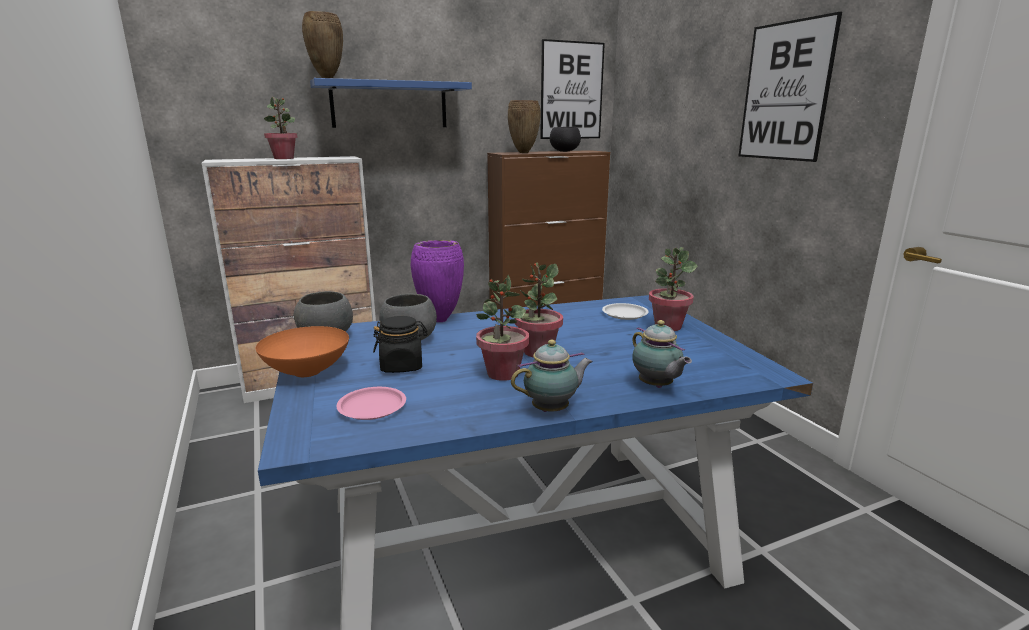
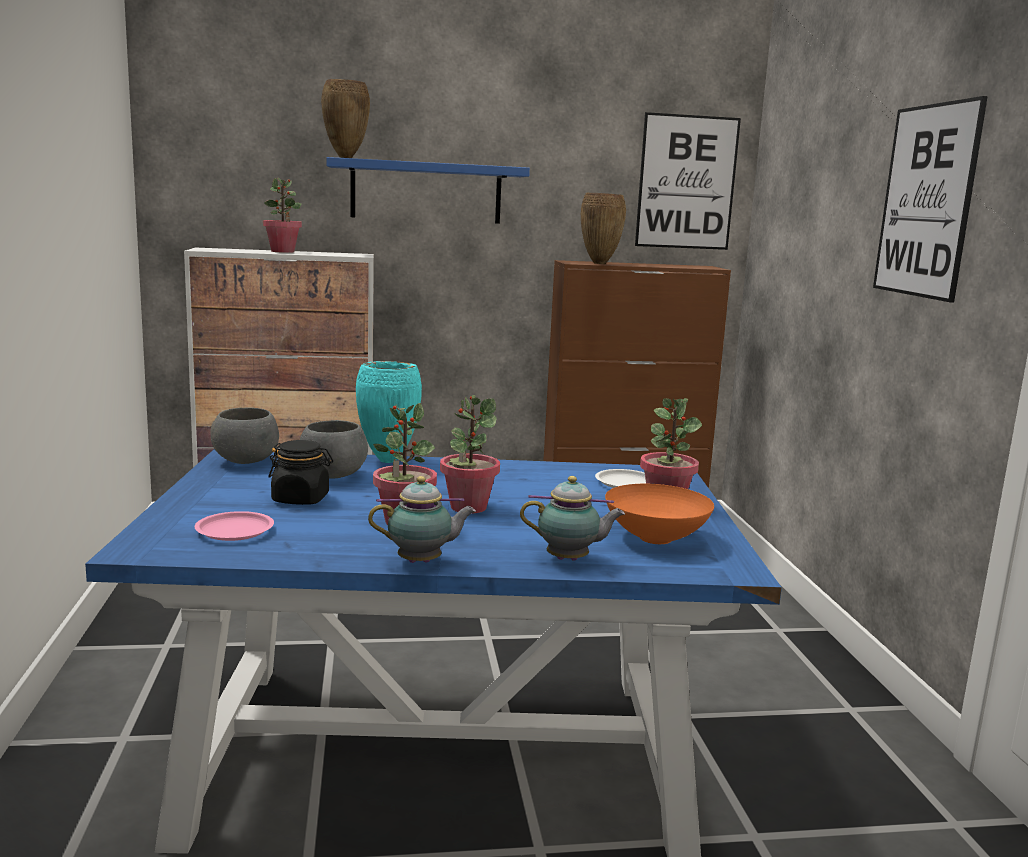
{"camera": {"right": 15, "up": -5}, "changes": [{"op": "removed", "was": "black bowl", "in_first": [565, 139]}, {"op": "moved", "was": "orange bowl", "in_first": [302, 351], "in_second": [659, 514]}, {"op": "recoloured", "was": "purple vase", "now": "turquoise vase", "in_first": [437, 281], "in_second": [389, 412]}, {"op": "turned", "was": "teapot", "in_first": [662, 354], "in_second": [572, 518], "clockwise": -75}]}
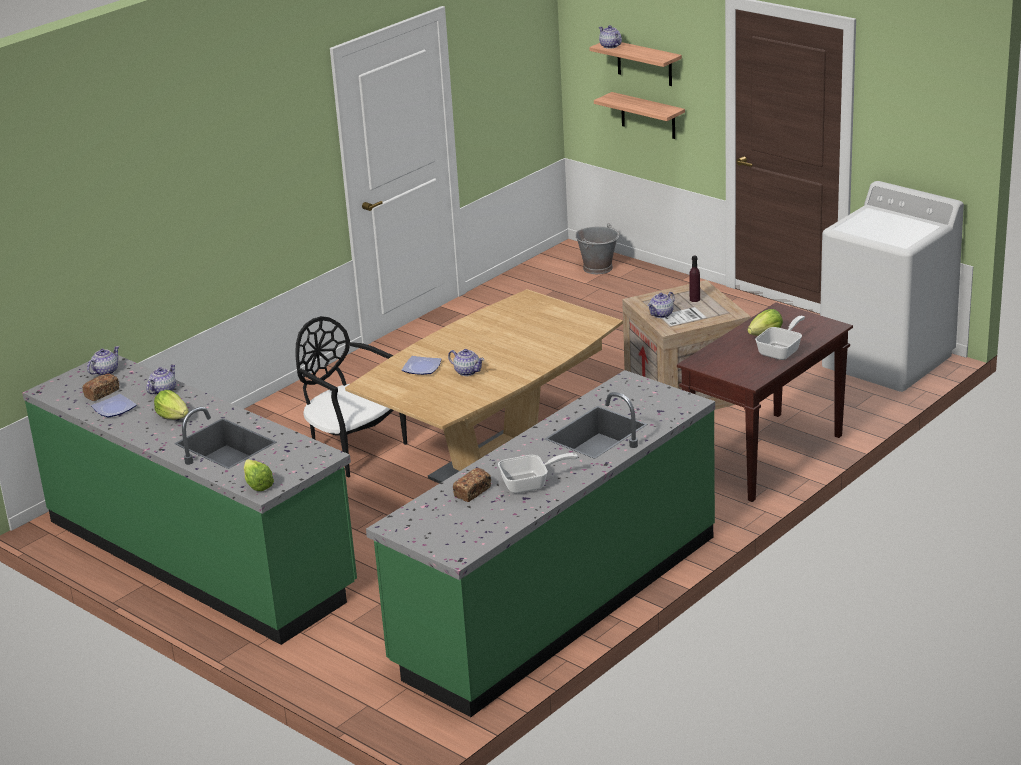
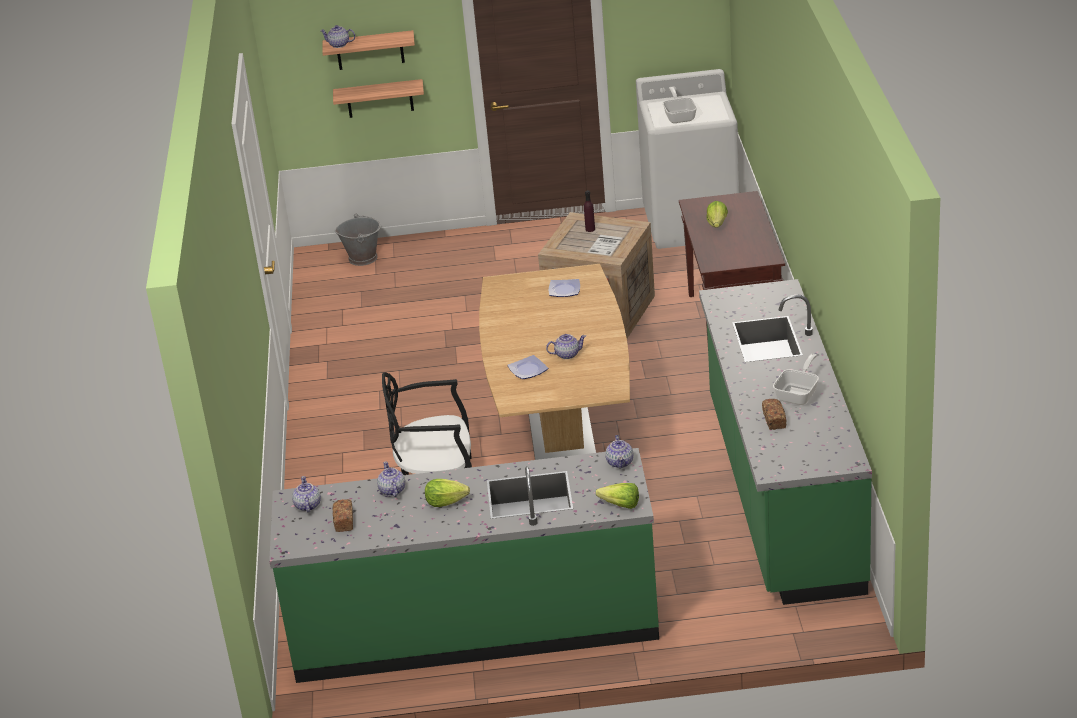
{"camera": {"right": -45, "up": 5}, "changes": [{"op": "moved", "was": "plate", "in_first": [114, 405], "in_second": [564, 288]}, {"op": "moved", "was": "teapot", "in_first": [661, 305], "in_second": [619, 452]}, {"op": "moved", "was": "frying pan", "in_first": [780, 338], "in_second": [680, 105]}]}
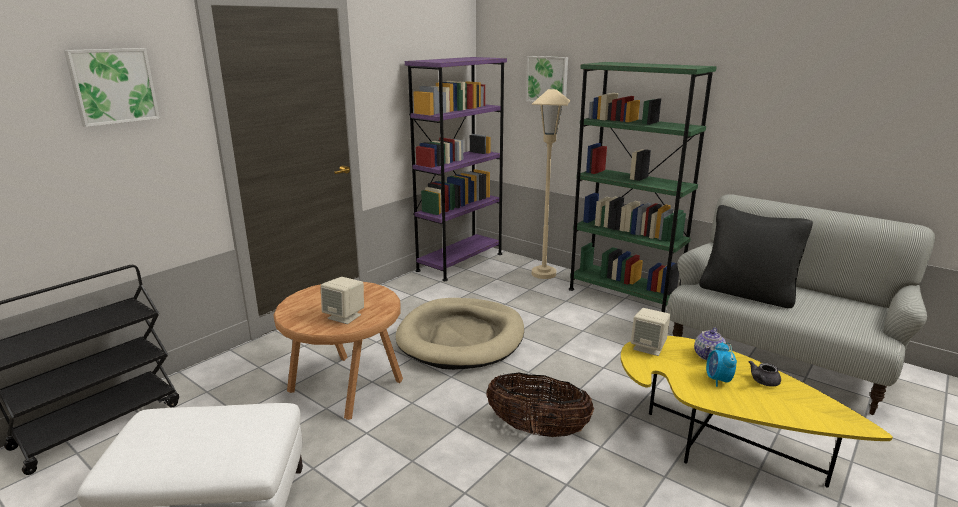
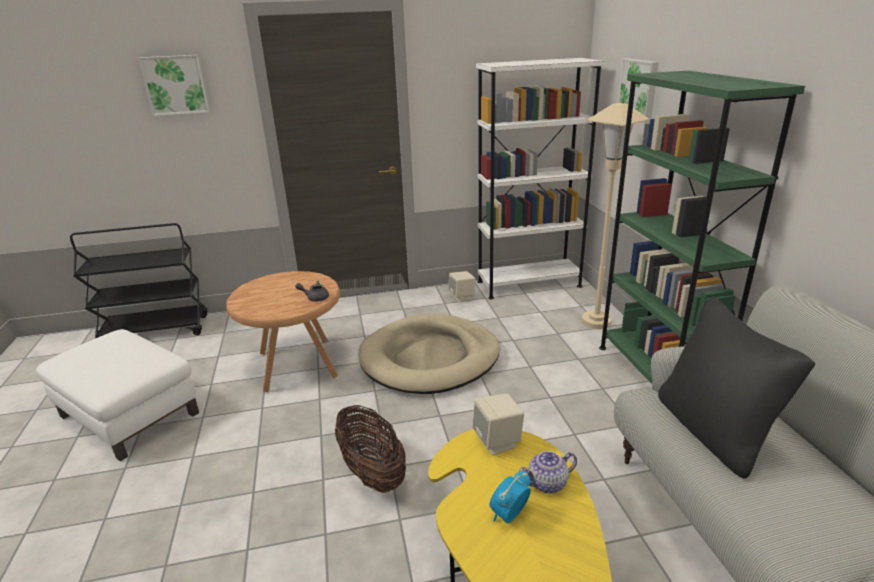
{"camera": {"right": 40, "up": 5}, "changes": [{"op": "moved", "was": "beige speaker", "in_first": [342, 300], "in_second": [462, 286]}, {"op": "moved", "was": "grey teapot", "in_first": [765, 373], "in_second": [312, 291]}, {"op": "recoloured", "was": "purple bookcase", "now": "white bookcase", "in_first": [456, 169], "in_second": [540, 179]}]}
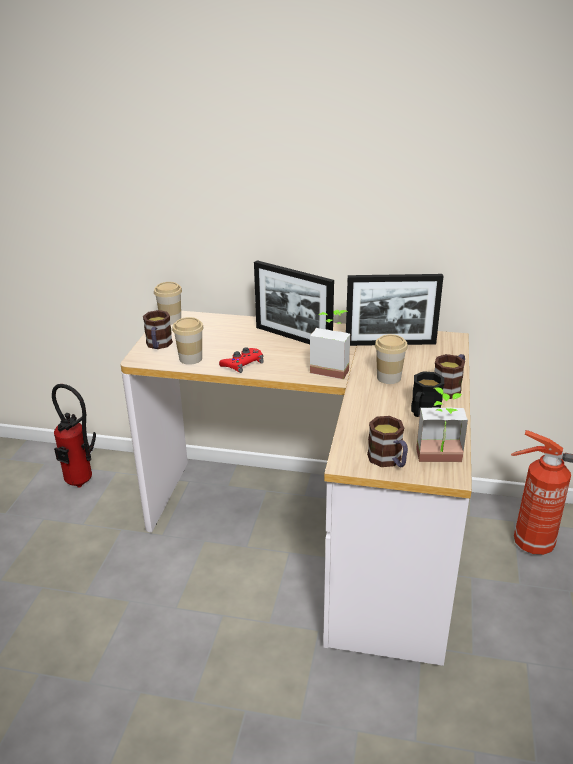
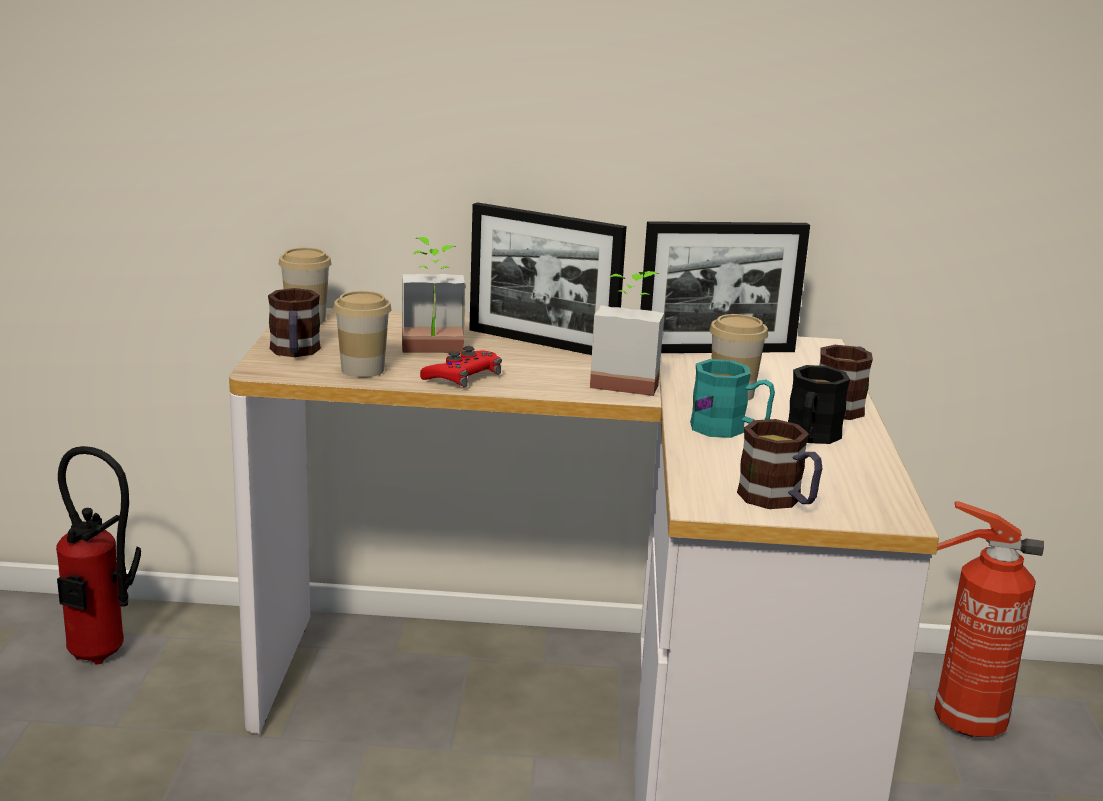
{"camera": {"right": -10, "up": -10}, "changes": [{"op": "added", "now": "turquoise mug", "in_second": [732, 398]}, {"op": "moved", "was": "potted plant", "in_first": [442, 424], "in_second": [433, 295]}]}
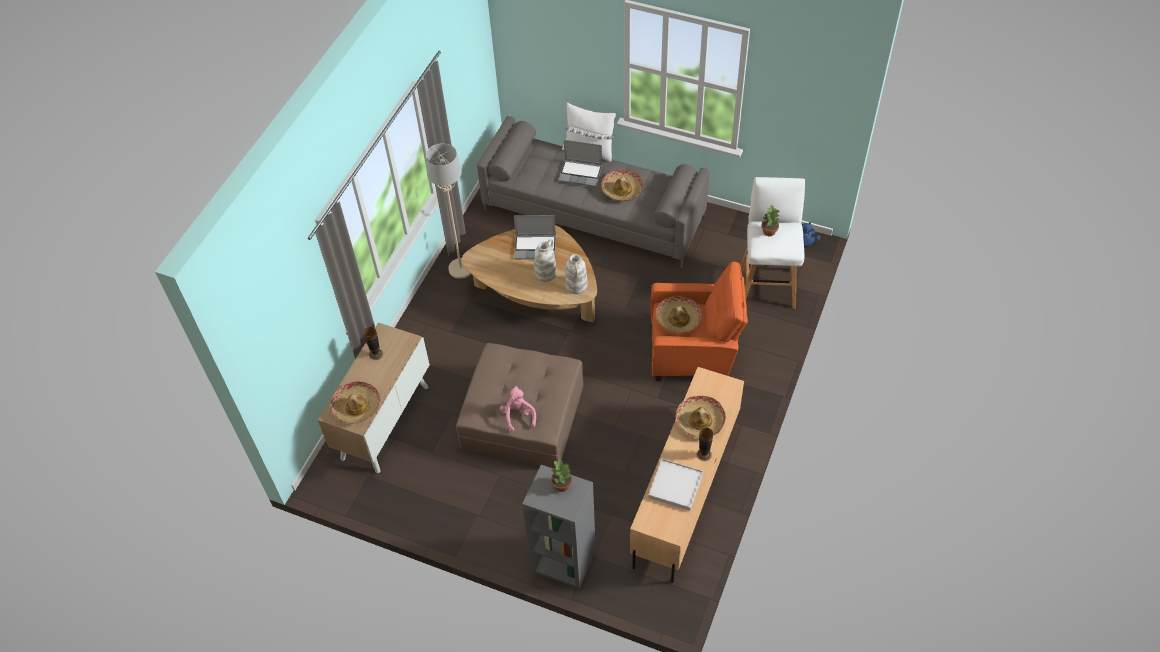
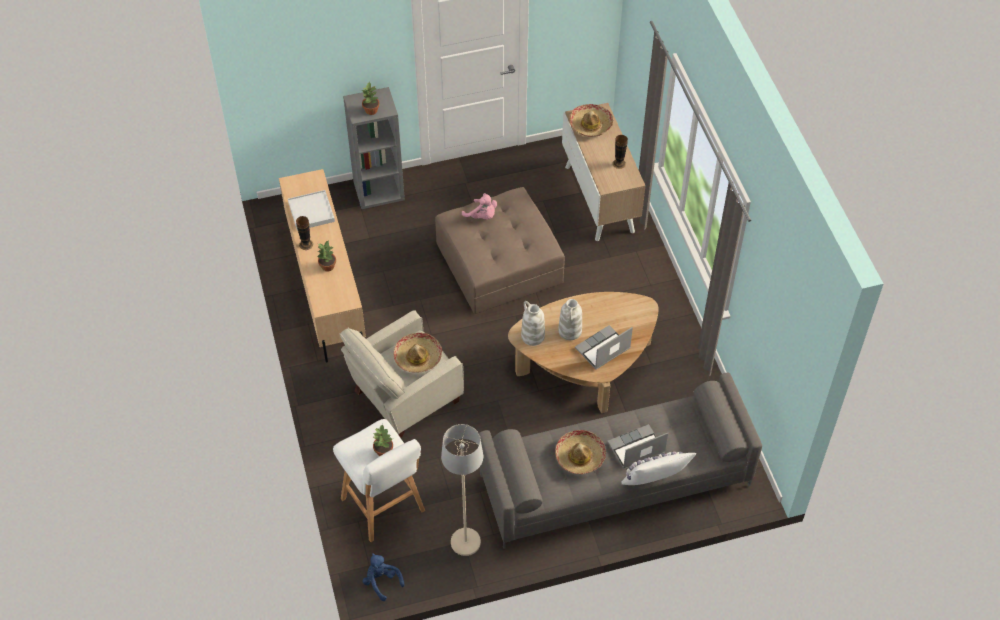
{"camera": {"right": 140, "up": 0}, "changes": [{"op": "moved", "was": "beige floor lamp", "in_first": [448, 211], "in_second": [462, 490]}, {"op": "replaced", "was": "hat", "now": "potted plant", "in_first": [701, 416], "in_second": [326, 256]}, {"op": "recoloured", "was": "orange armchair", "now": "beige armchair", "in_first": [699, 321], "in_second": [401, 374]}]}
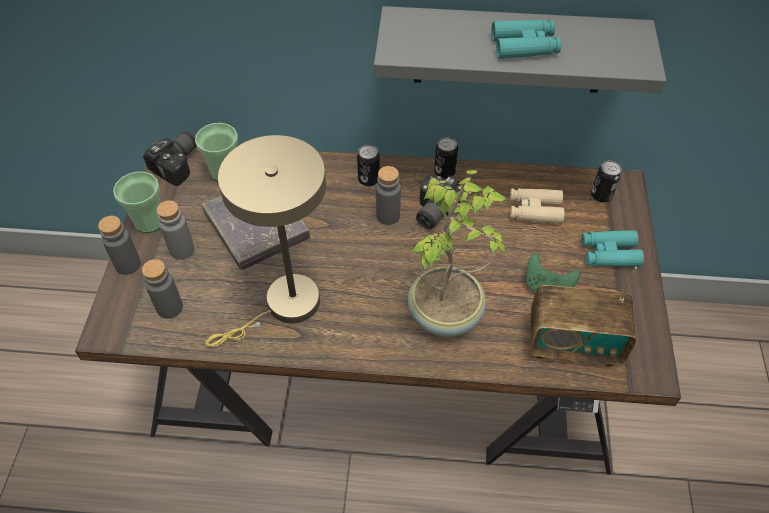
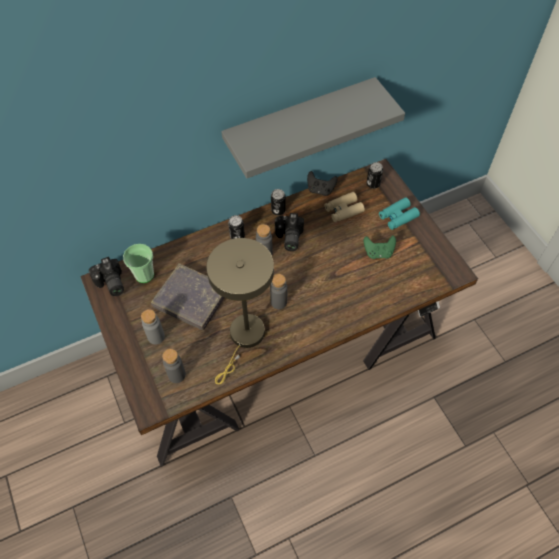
{"camera": {"right": -30, "up": 5}, "changes": [{"op": "removed", "was": "cup", "in_first": [137, 202]}, {"op": "removed", "was": "potted plant", "in_first": [458, 253]}, {"op": "removed", "was": "turquoise binoculars", "in_first": [526, 39]}, {"op": "removed", "was": "radio", "in_first": [584, 316]}, {"op": "added", "now": "black game controller", "in_second": [322, 183]}, {"op": "moved", "was": "grey bottle", "in_first": [119, 245], "in_second": [278, 291]}, {"op": "turned", "was": "photo camera", "in_first": [169, 159], "in_second": [106, 276], "clockwise": 150}]}
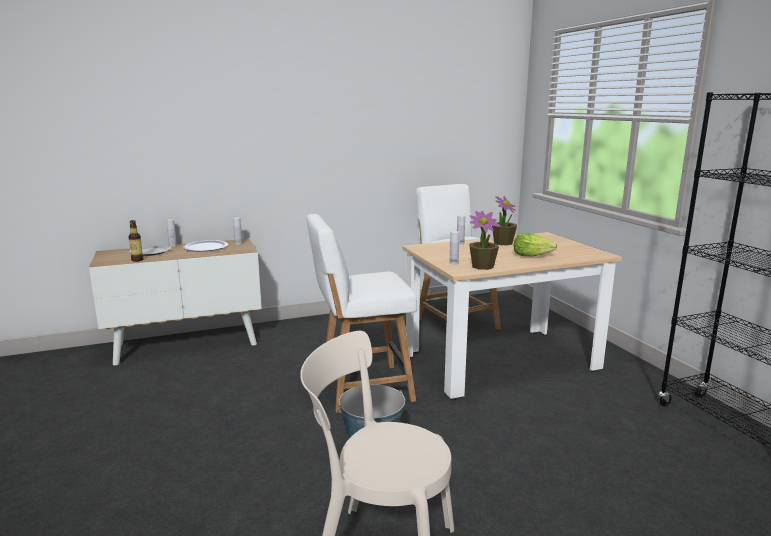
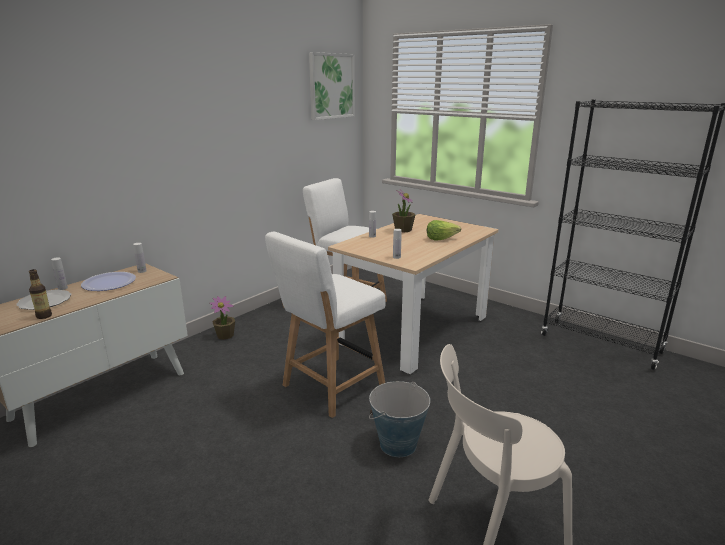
{"camera": {"right": -30, "up": 5}, "changes": [{"op": "added", "now": "picture", "in_second": [332, 86]}, {"op": "moved", "was": "potted plant", "in_first": [484, 240], "in_second": [222, 318]}]}
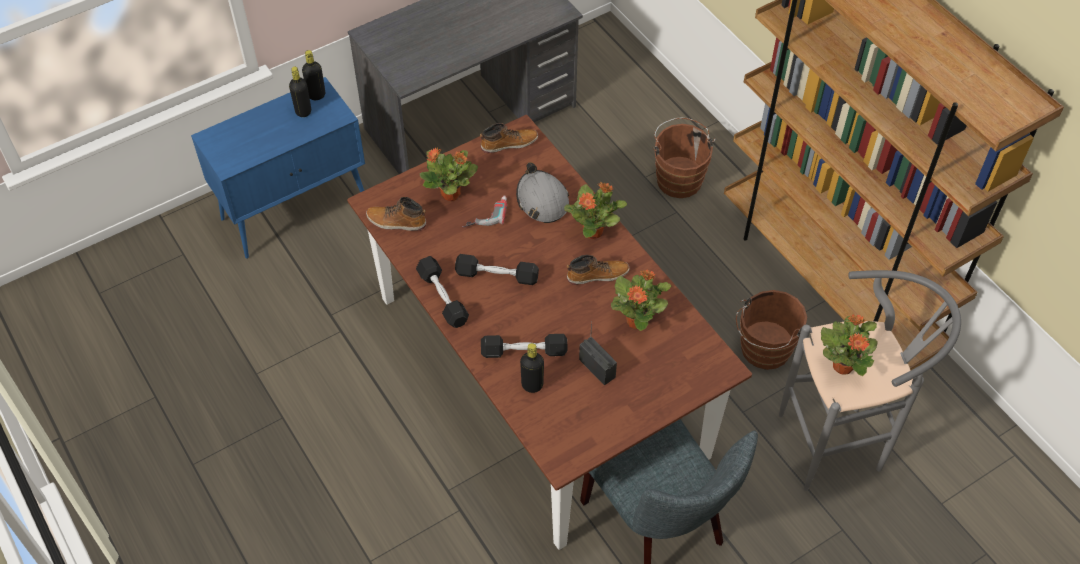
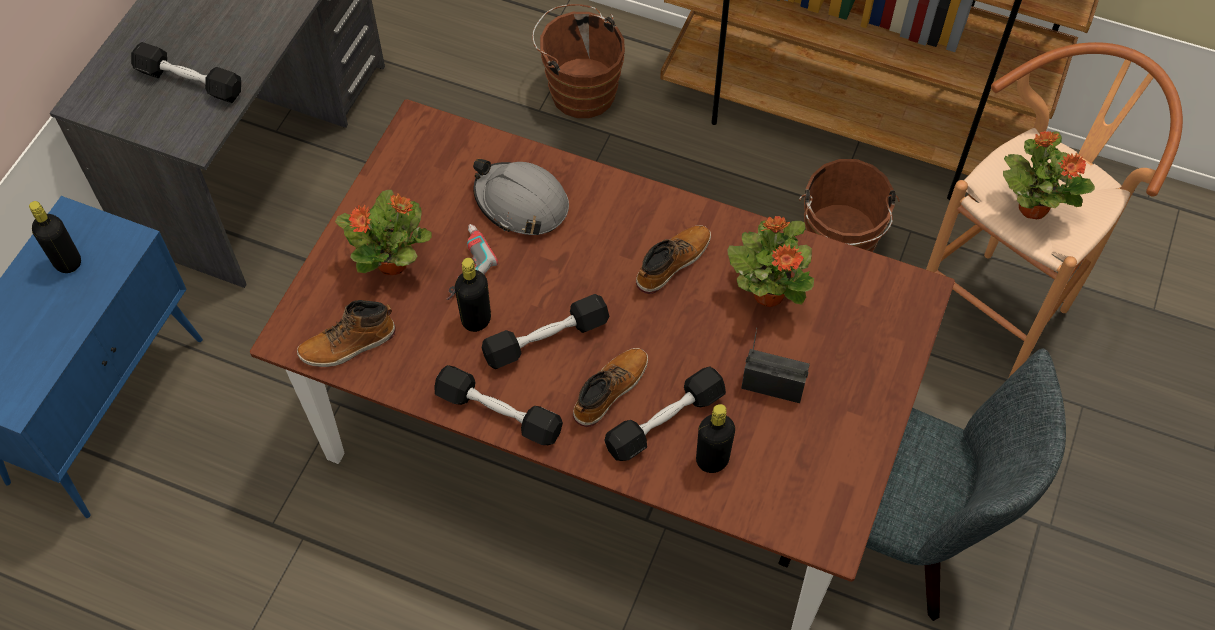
{"camera": {"right": -35, "up": 5}, "changes": [{"op": "removed", "was": "potted plant", "in_first": [595, 210]}, {"op": "added", "now": "black dumbbell", "in_second": [186, 72]}, {"op": "moved", "was": "black bottle", "in_first": [313, 75], "in_second": [473, 295]}, {"op": "moved", "was": "boot", "in_first": [509, 138], "in_second": [610, 387]}, {"op": "recoloured", "was": "grey stool", "now": "brown stool", "in_first": [870, 380], "in_second": [1054, 209]}]}
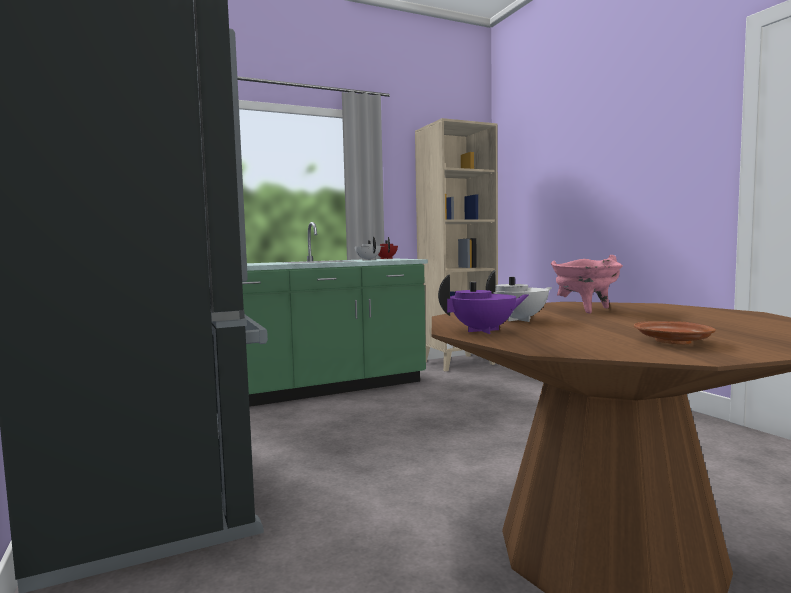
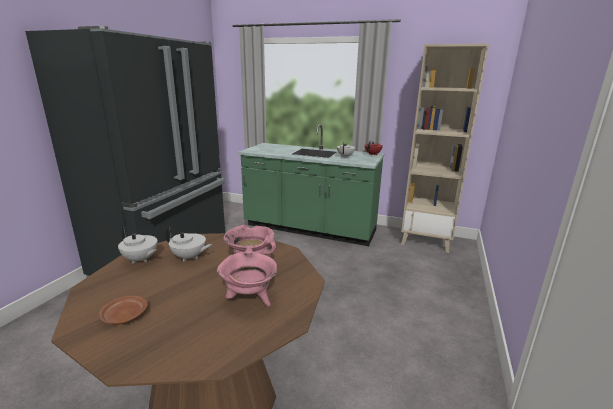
{"camera": {"right": 45, "up": 15}, "changes": [{"op": "added", "now": "pink cooking pot", "in_second": [247, 276]}, {"op": "recoloured", "was": "purple teapot", "now": "white teapot", "in_first": [483, 304], "in_second": [138, 245]}]}
